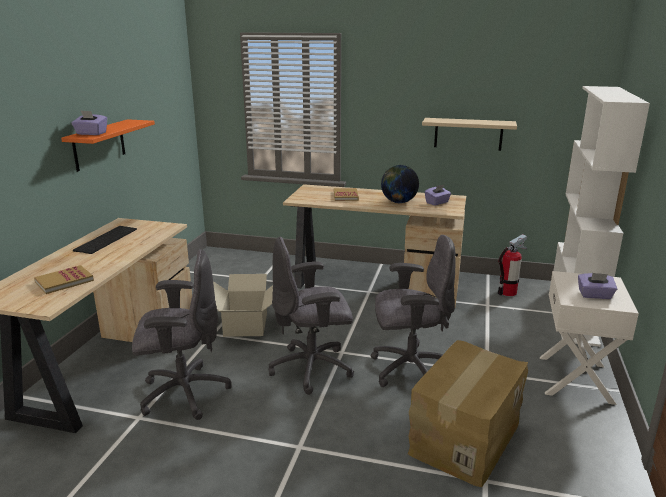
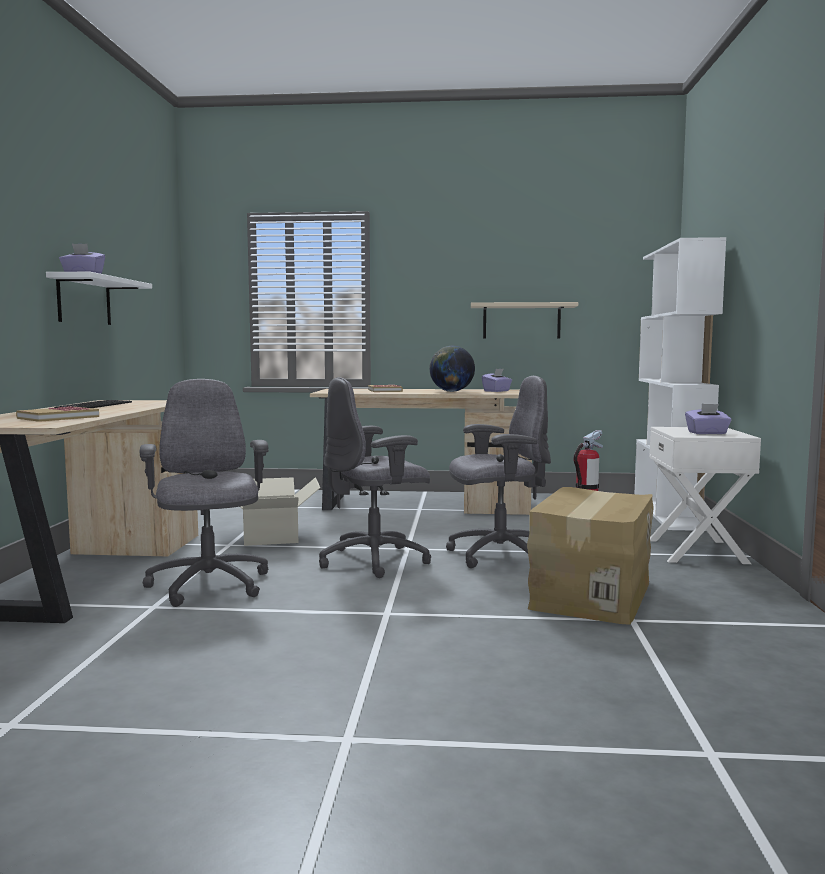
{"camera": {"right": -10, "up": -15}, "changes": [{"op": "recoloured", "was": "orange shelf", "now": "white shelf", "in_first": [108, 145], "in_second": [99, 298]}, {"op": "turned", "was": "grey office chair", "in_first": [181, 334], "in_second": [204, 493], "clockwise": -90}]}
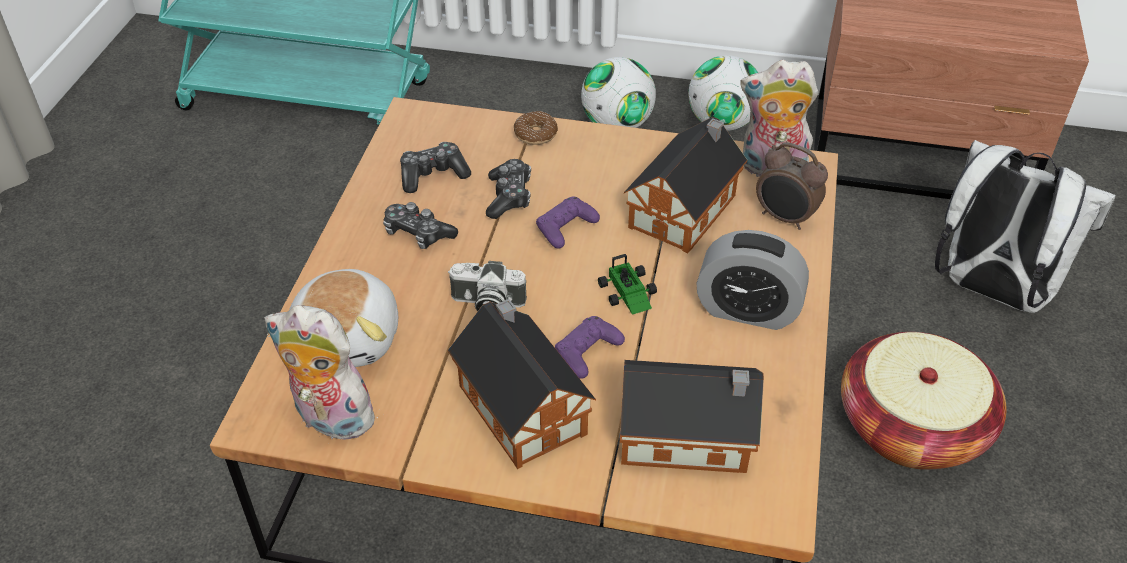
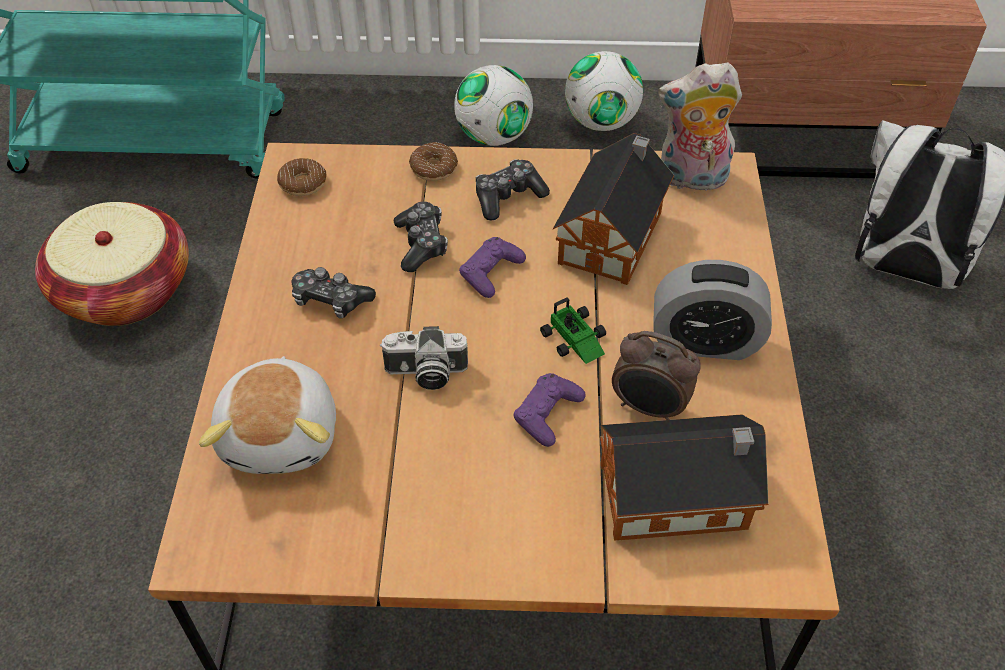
{"camera": {"right": -10, "up": 5}, "changes": [{"op": "removed", "was": "plush toy", "in_first": [324, 374]}, {"op": "removed", "was": "toy house", "in_first": [521, 384]}, {"op": "added", "now": "donut", "in_second": [301, 177]}, {"op": "moved", "was": "game controller", "in_first": [435, 167], "in_second": [513, 190]}, {"op": "moved", "was": "alarm clock", "in_first": [792, 186], "in_second": [656, 375]}, {"op": "moved", "was": "basket", "in_first": [924, 401], "in_second": [112, 264]}]}
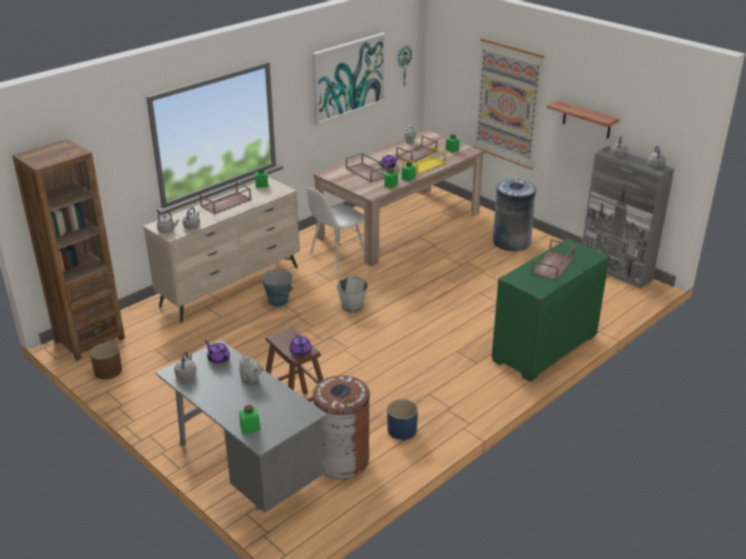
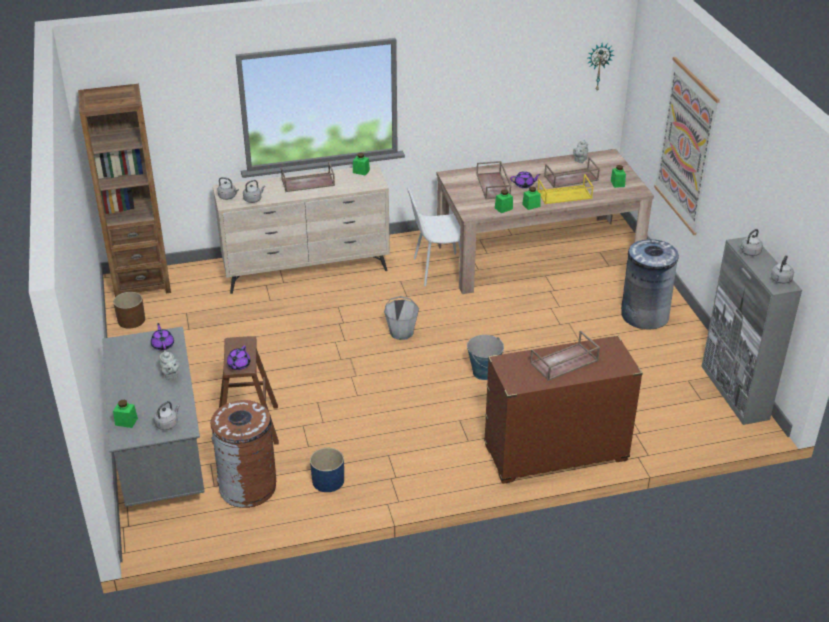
{"camera": {"right": 30, "up": 5}, "changes": [{"op": "removed", "was": "picture", "in_first": [349, 79]}, {"op": "removed", "was": "shelf", "in_first": [583, 119]}, {"op": "moved", "was": "grey kettle", "in_first": [185, 366], "in_second": [167, 415]}, {"op": "moved", "was": "bucket", "in_first": [277, 288], "in_second": [485, 357]}, {"op": "recoloured", "was": "green dresser", "now": "brown dresser", "in_first": [550, 310], "in_second": [563, 409]}]}
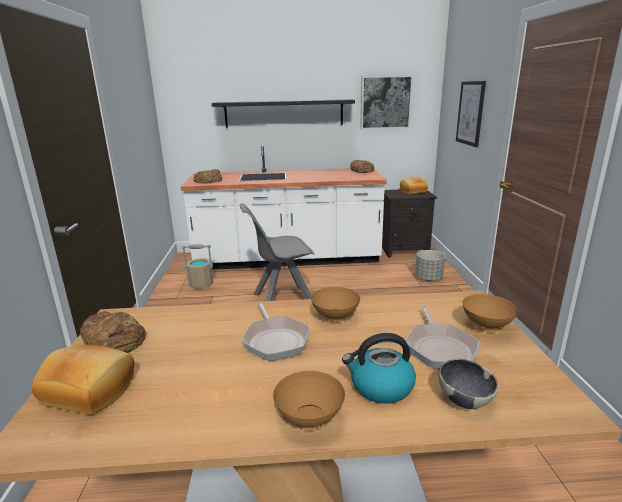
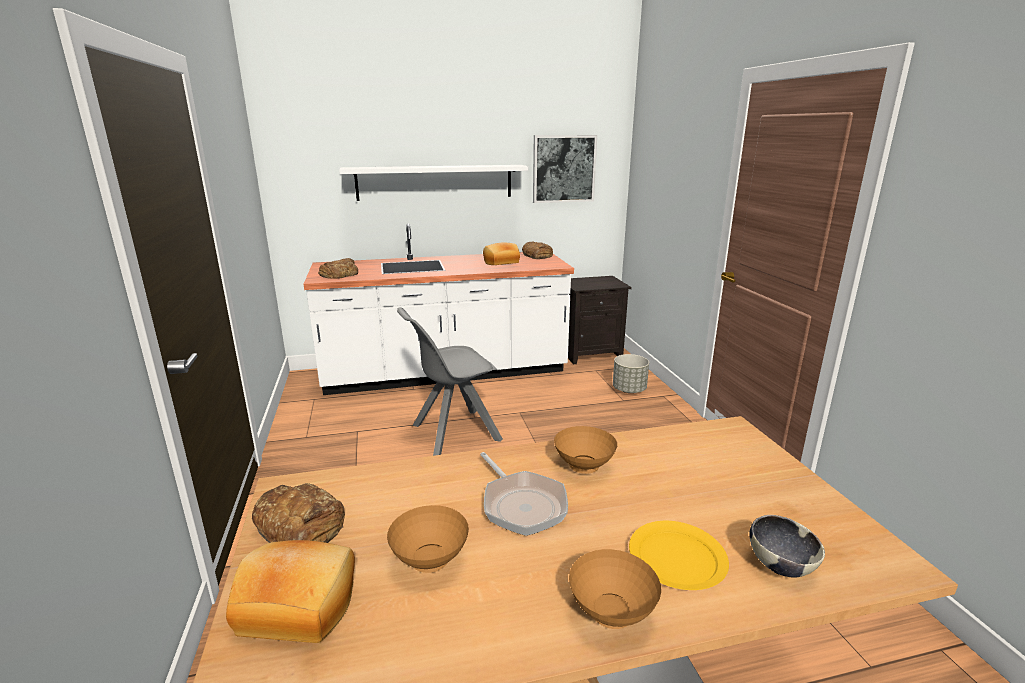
{"camera": {"right": -10, "up": 0}, "changes": [{"op": "removed", "was": "beige bucket", "in_first": [198, 266]}, {"op": "removed", "was": "frying pan", "in_first": [443, 337]}, {"op": "removed", "was": "picture", "in_first": [471, 114]}, {"op": "moved", "was": "bread", "in_first": [414, 185], "in_second": [501, 253]}, {"op": "moved", "was": "brown bowl", "in_first": [490, 313], "in_second": [428, 539]}, {"op": "replaced", "was": "kettle", "now": "yellow plate", "in_first": [379, 368], "in_second": [679, 555]}, {"op": "recoloured", "was": "black shelf", "now": "white shelf", "in_first": [283, 113], "in_second": [433, 183]}]}
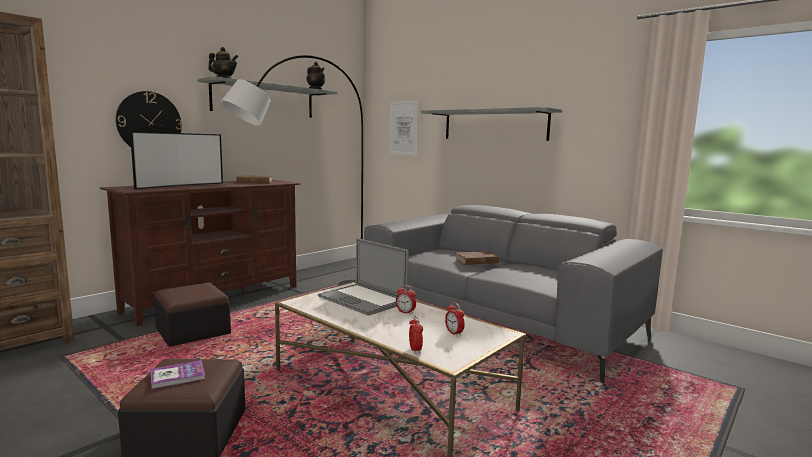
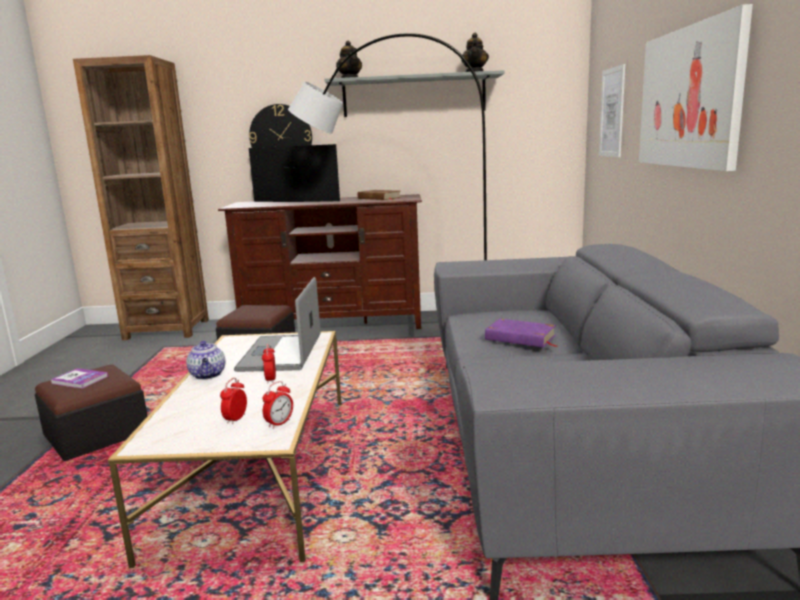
{"camera": {"right": 50, "up": 5}, "changes": [{"op": "added", "now": "teapot", "in_second": [206, 360]}, {"op": "moved", "was": "alarm clock", "in_first": [416, 334], "in_second": [278, 405]}, {"op": "replaced", "was": "grey shelf", "now": "picture", "in_first": [491, 124], "in_second": [696, 87]}, {"op": "recoloured", "was": "brown book", "now": "purple book", "in_first": [478, 258], "in_second": [521, 333]}, {"op": "turned", "was": "television", "in_first": [176, 160], "in_second": [294, 173], "clockwise": -150}]}
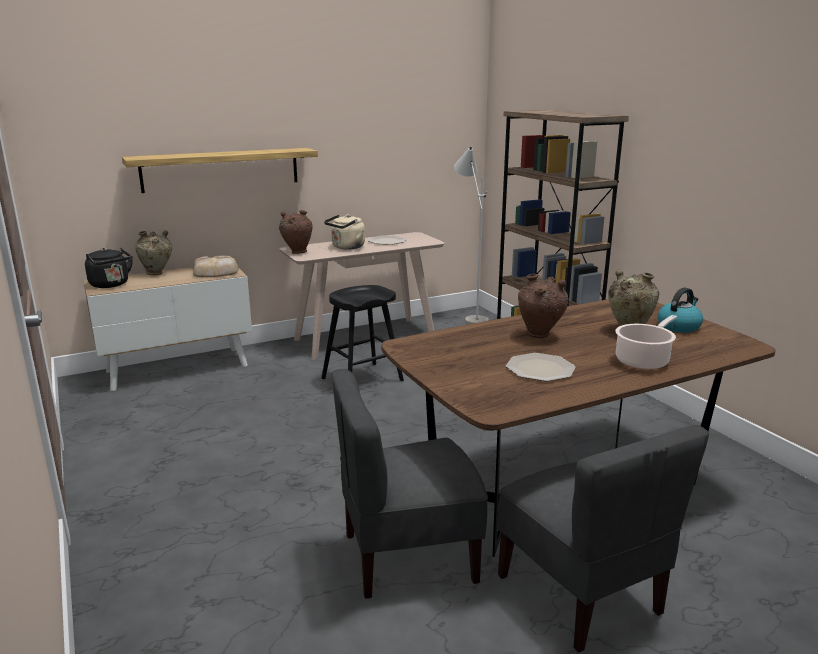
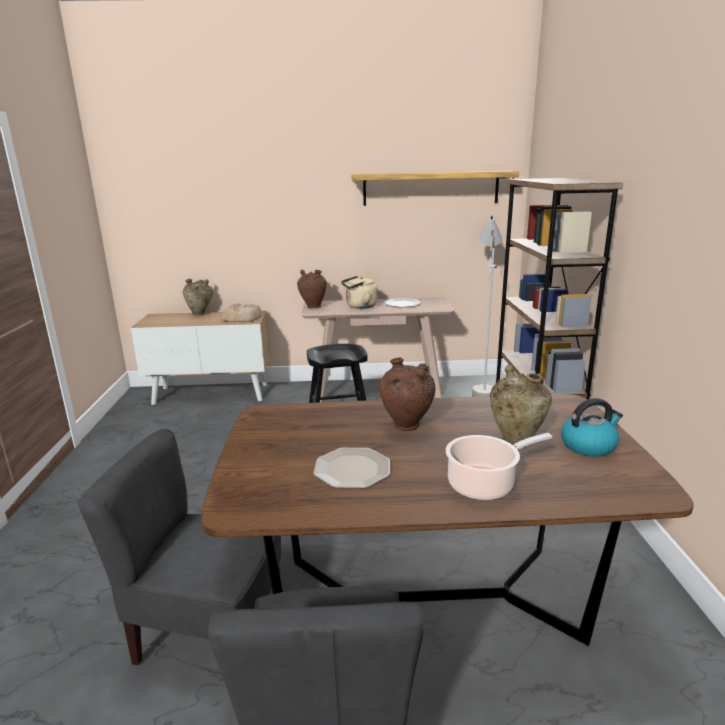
{"camera": {"right": 25, "up": 0}, "changes": [{"op": "removed", "was": "black kettle", "in_first": [109, 268]}, {"op": "moved", "was": "shelf", "in_first": [220, 170], "in_second": [435, 188]}]}
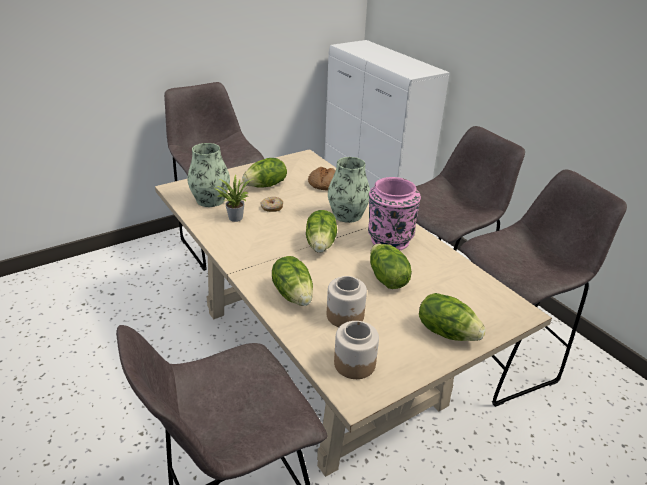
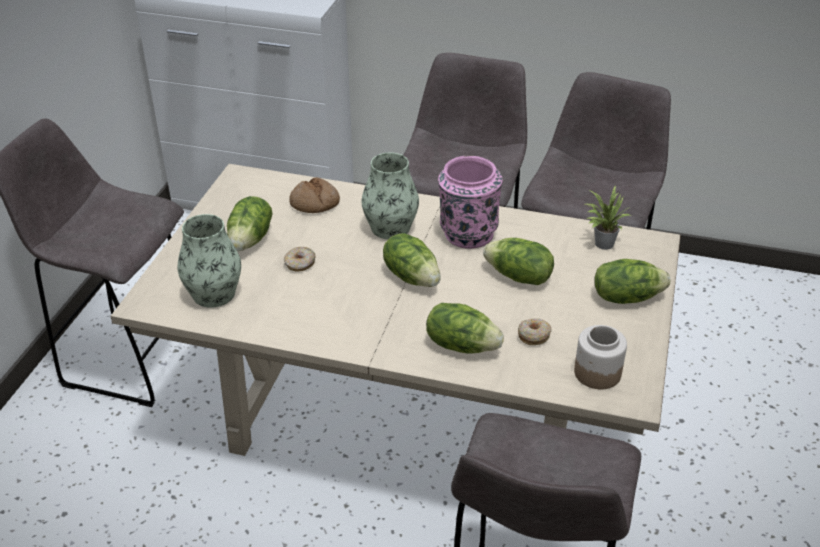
{"camera": {"right": -40, "up": 5}, "changes": [{"op": "moved", "was": "potted plant", "in_first": [233, 198], "in_second": [608, 217]}, {"op": "replaced", "was": "jar", "now": "donut", "in_first": [347, 301], "in_second": [535, 331]}]}
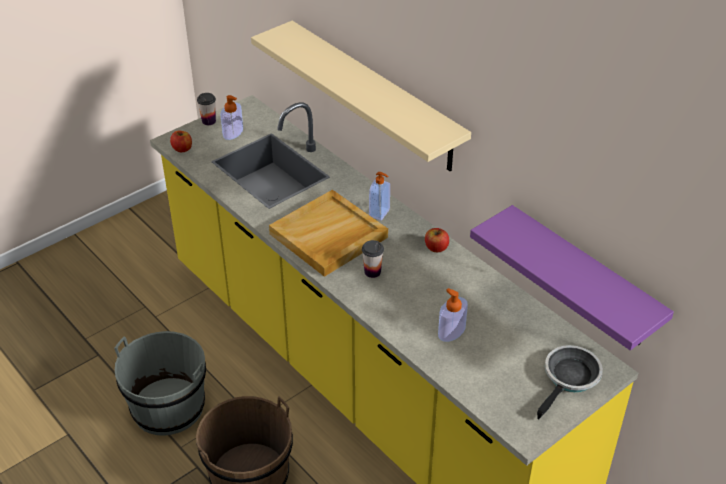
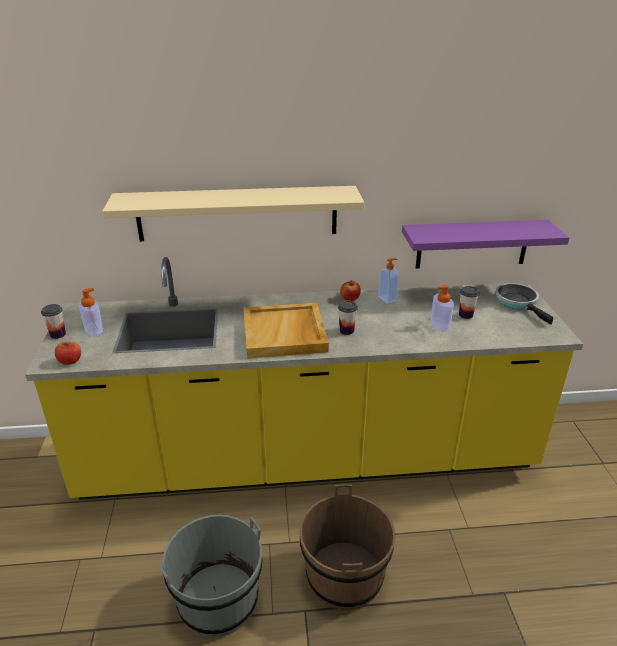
{"camera": {"right": -55, "up": -10}, "changes": [{"op": "added", "now": "cup", "in_second": [469, 302]}, {"op": "moved", "was": "soap dispenser", "in_first": [379, 196], "in_second": [388, 281]}]}
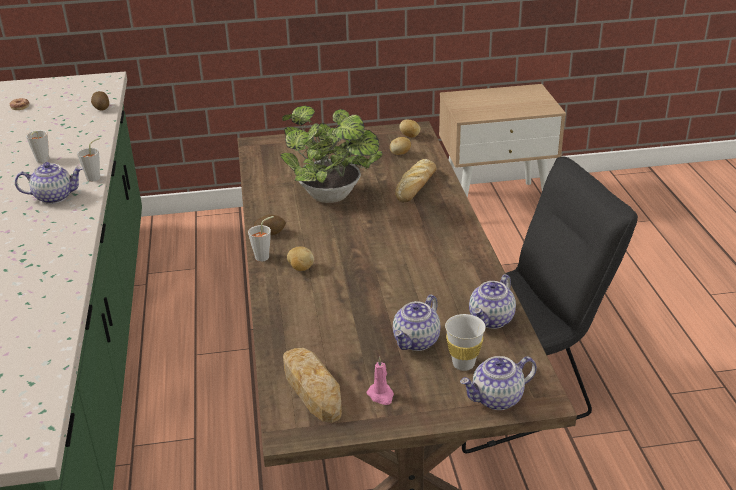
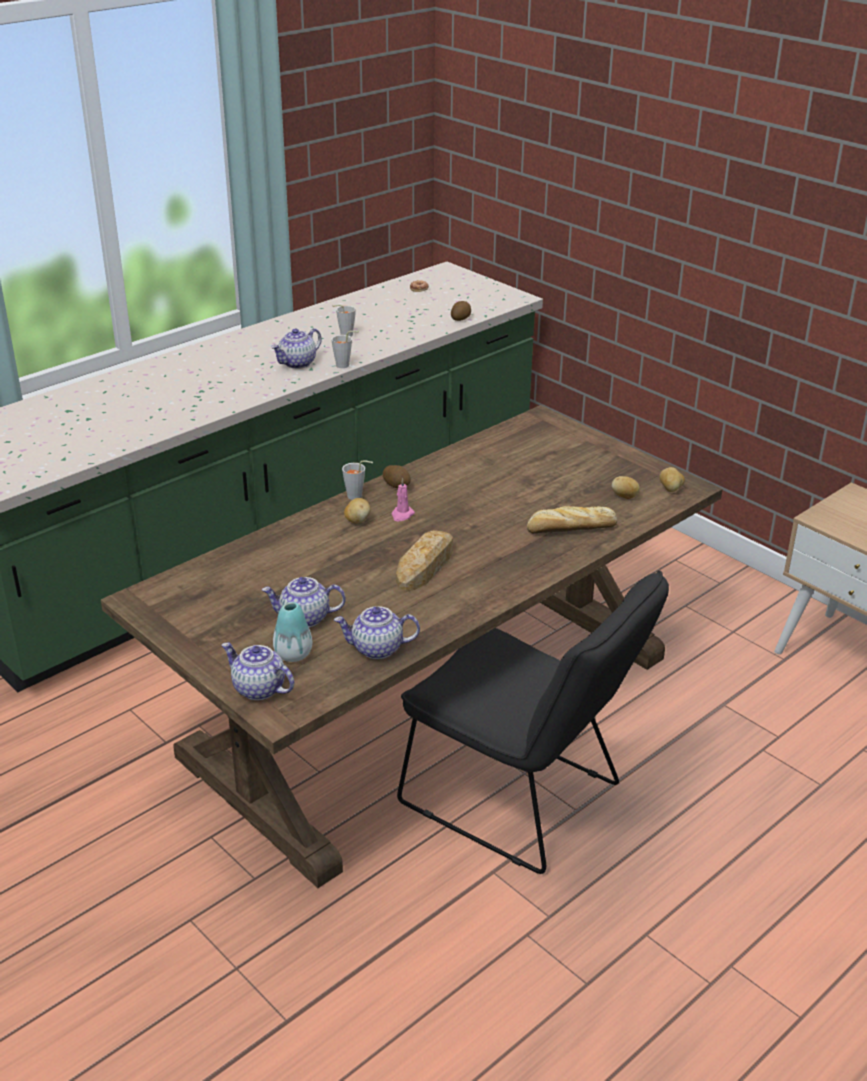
{"camera": {"right": 55, "up": 0}, "changes": [{"op": "removed", "was": "potted plant", "in_first": [331, 154]}, {"op": "moved", "was": "bread", "in_first": [312, 385], "in_second": [424, 561]}, {"op": "moved", "was": "pink candle", "in_first": [380, 381], "in_second": [403, 500]}, {"op": "replaced", "was": "white cup", "now": "vase", "in_first": [465, 342], "in_second": [292, 632]}, {"op": "turned", "was": "teapot", "in_first": [49, 183], "in_second": [296, 348], "clockwise": 90}]}
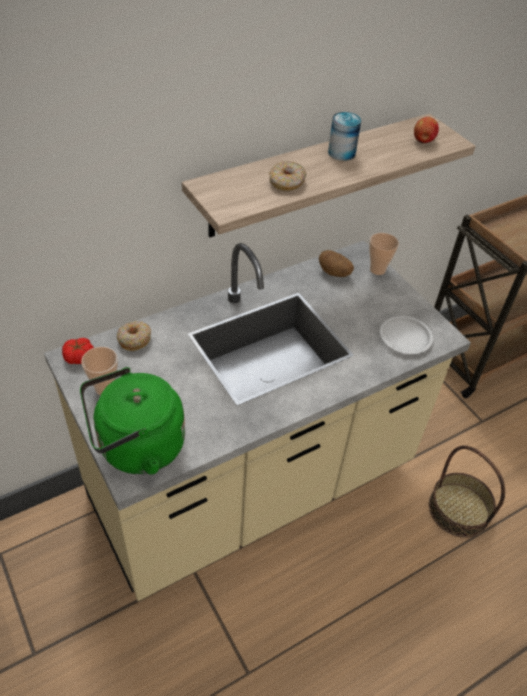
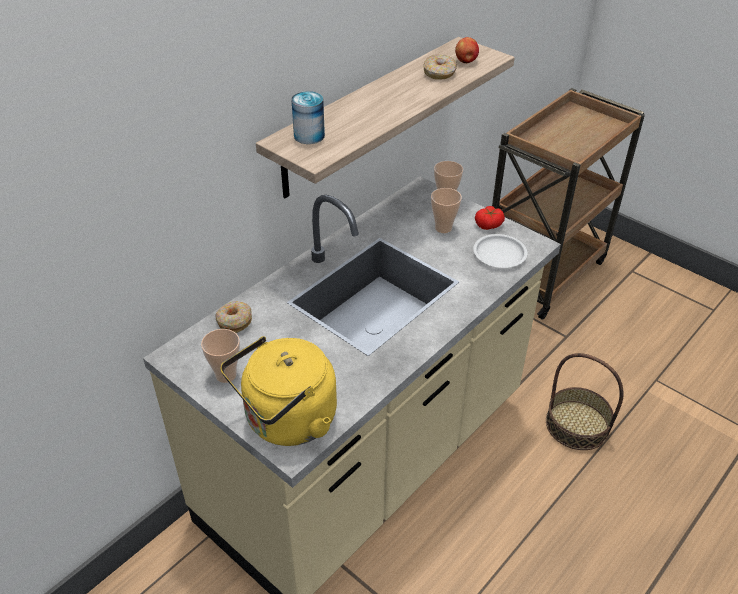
{"camera": {"right": -15, "up": -5}, "changes": [{"op": "removed", "was": "potato", "in_first": [336, 263]}, {"op": "added", "now": "cup", "in_second": [446, 210]}, {"op": "moved", "was": "tomato", "in_first": [78, 351], "in_second": [490, 218]}, {"op": "moved", "was": "donut", "in_first": [287, 176], "in_second": [440, 67]}, {"op": "moved", "was": "can", "in_first": [344, 136], "in_second": [308, 117]}, {"op": "recoloured", "was": "green kettle", "now": "yellow kettle", "in_first": [132, 420], "in_second": [278, 391]}]}
